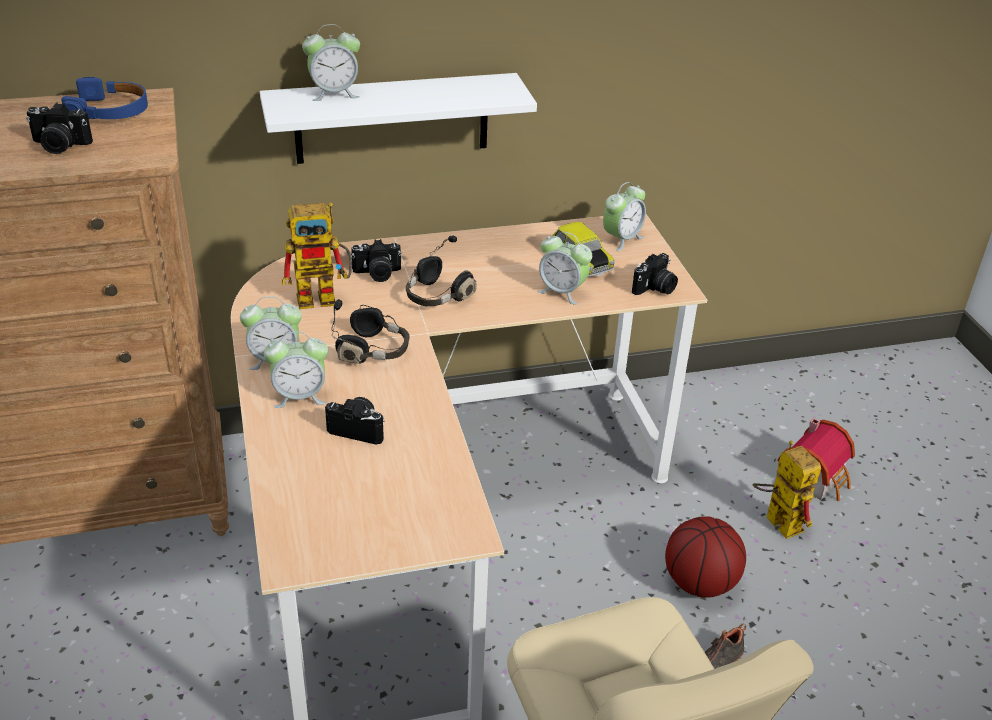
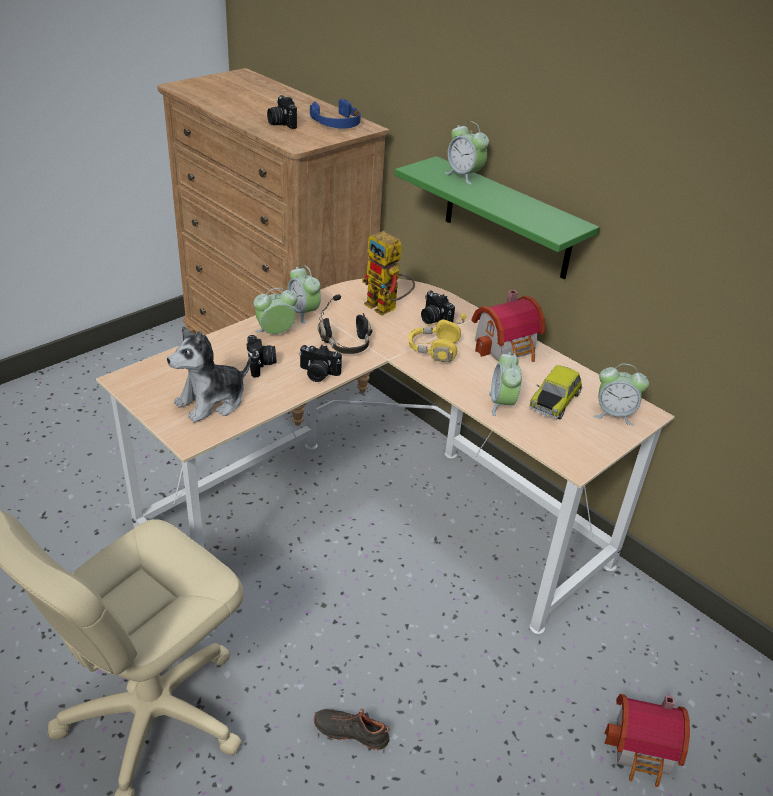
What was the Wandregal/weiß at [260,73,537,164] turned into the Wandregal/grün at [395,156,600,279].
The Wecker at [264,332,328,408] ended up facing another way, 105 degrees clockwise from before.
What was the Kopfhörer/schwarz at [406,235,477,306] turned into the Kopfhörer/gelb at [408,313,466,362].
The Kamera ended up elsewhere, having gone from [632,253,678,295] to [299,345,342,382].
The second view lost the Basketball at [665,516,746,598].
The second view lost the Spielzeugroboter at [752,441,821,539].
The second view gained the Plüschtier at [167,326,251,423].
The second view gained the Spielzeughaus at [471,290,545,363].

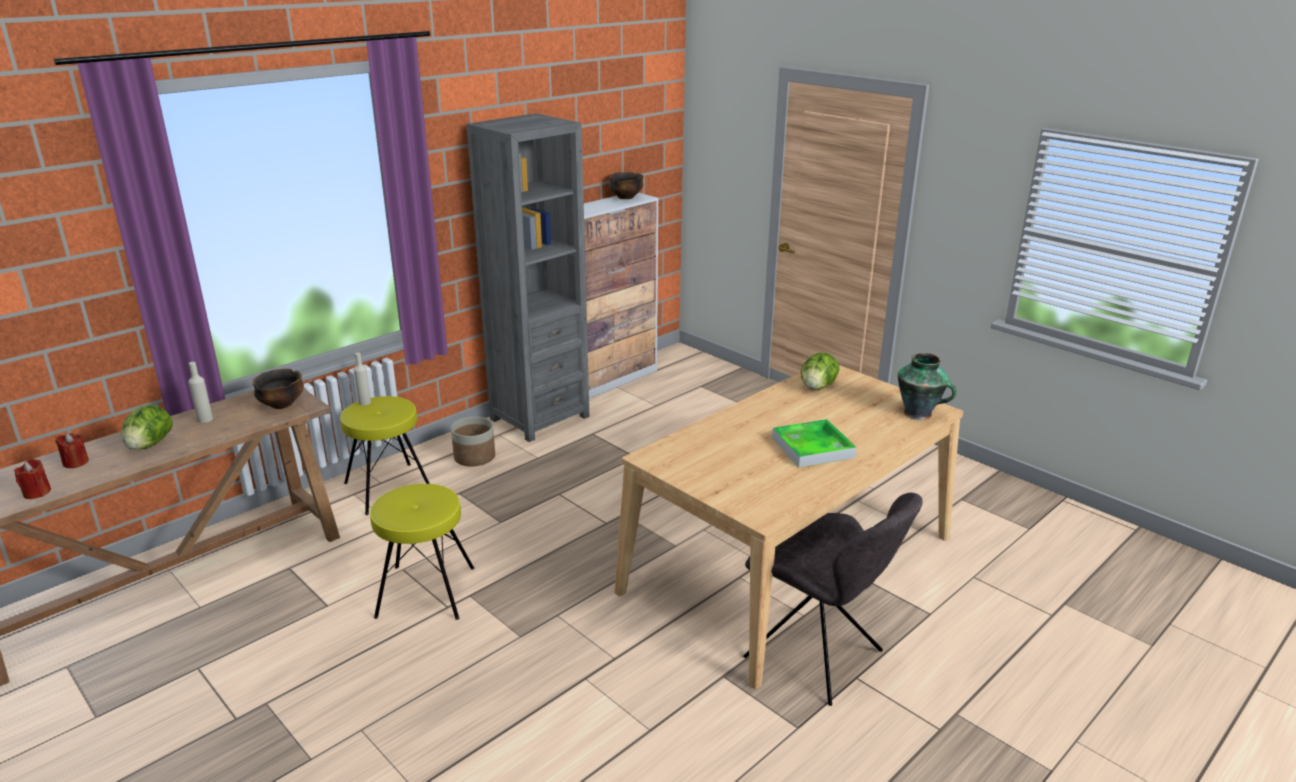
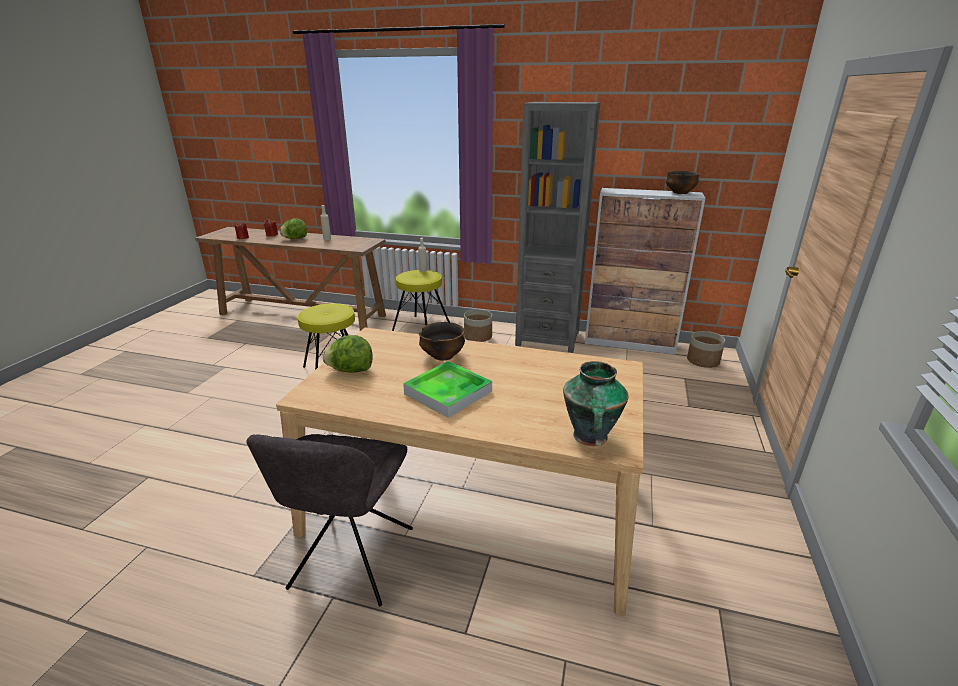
The Schüssel ended up elsewhere, having gone from [253,369,304,409] to [419,322,465,361].
The Salatkopf ended up elsewhere, having gone from [801,353,840,390] to [323,335,373,373].
The second view gained the Pflanzkübel at [687,331,725,368].

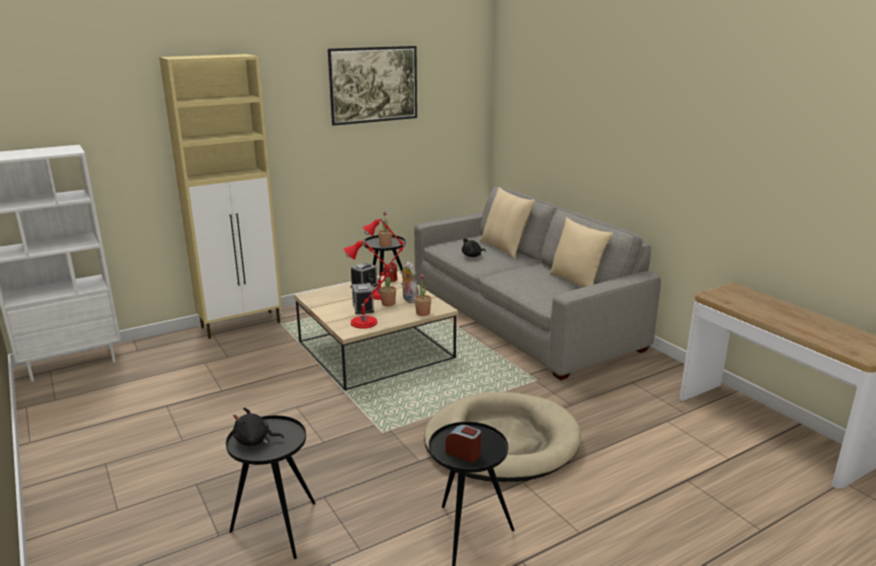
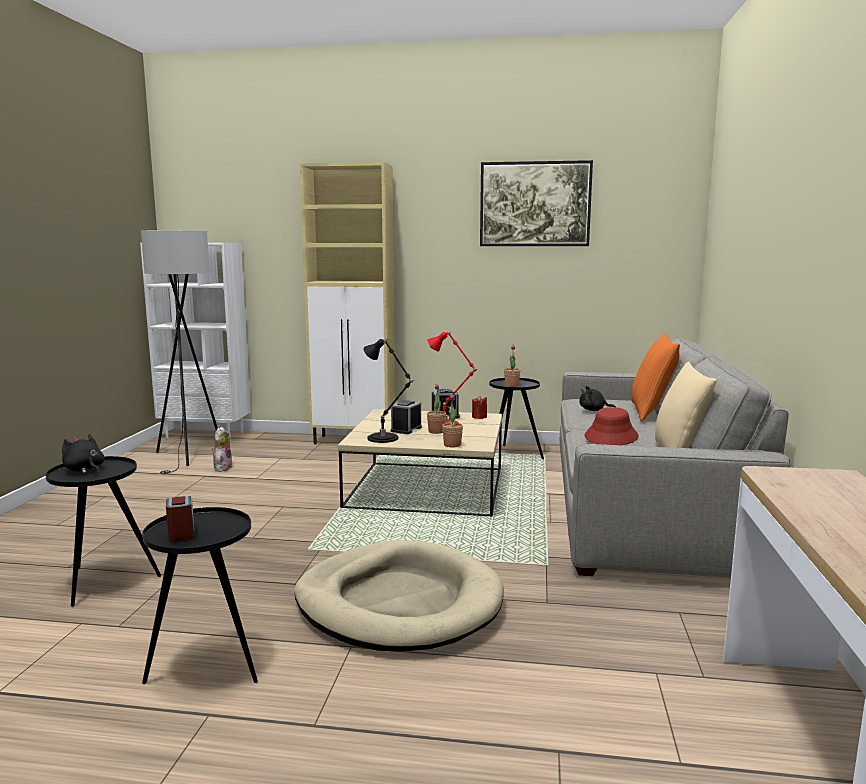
What was the Tischlampe/rot at [343,240,393,329] turned into the Tischlampe/schwarz at [364,339,415,443].
The Plüschtier ended up elsewhere, having gone from [401,261,419,303] to [212,426,232,472].
What was the Kissen/beige at [480,187,535,258] turned into the Kissen/orange at [631,333,680,421].
The second view gained the Stehlampe/grau at [141,230,218,474].
The second view gained the Hut/rot at [585,407,639,445].

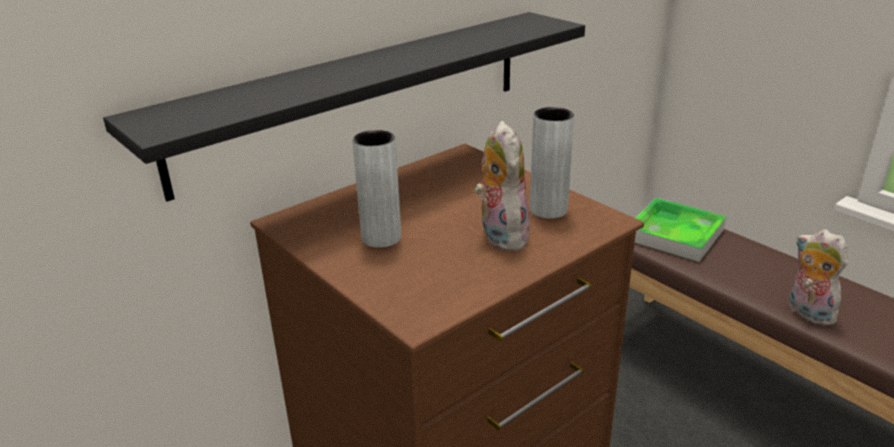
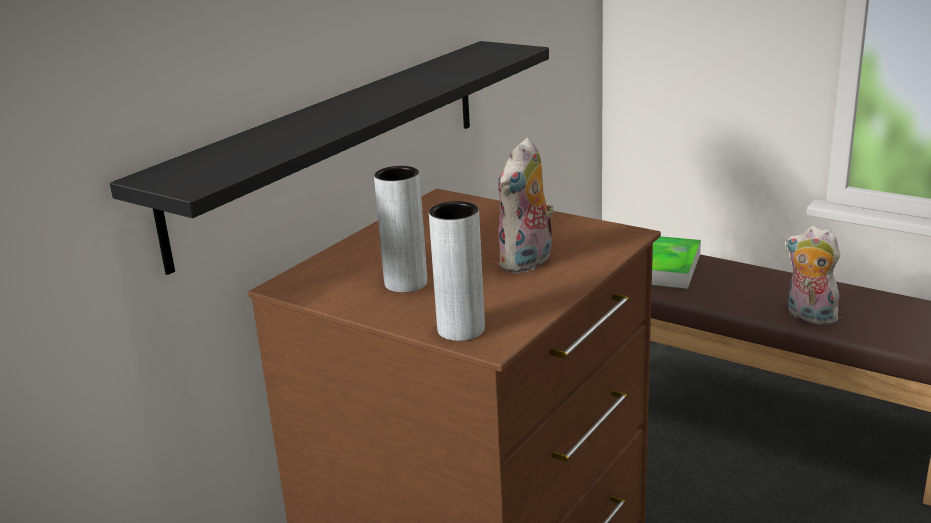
The Plüschtier at [475,121,530,251] ended up facing another way, 120 degrees counterclockwise from before.
The Vase/grau ended up elsewhere, having gone from [530,107,574,219] to [429,201,485,341].

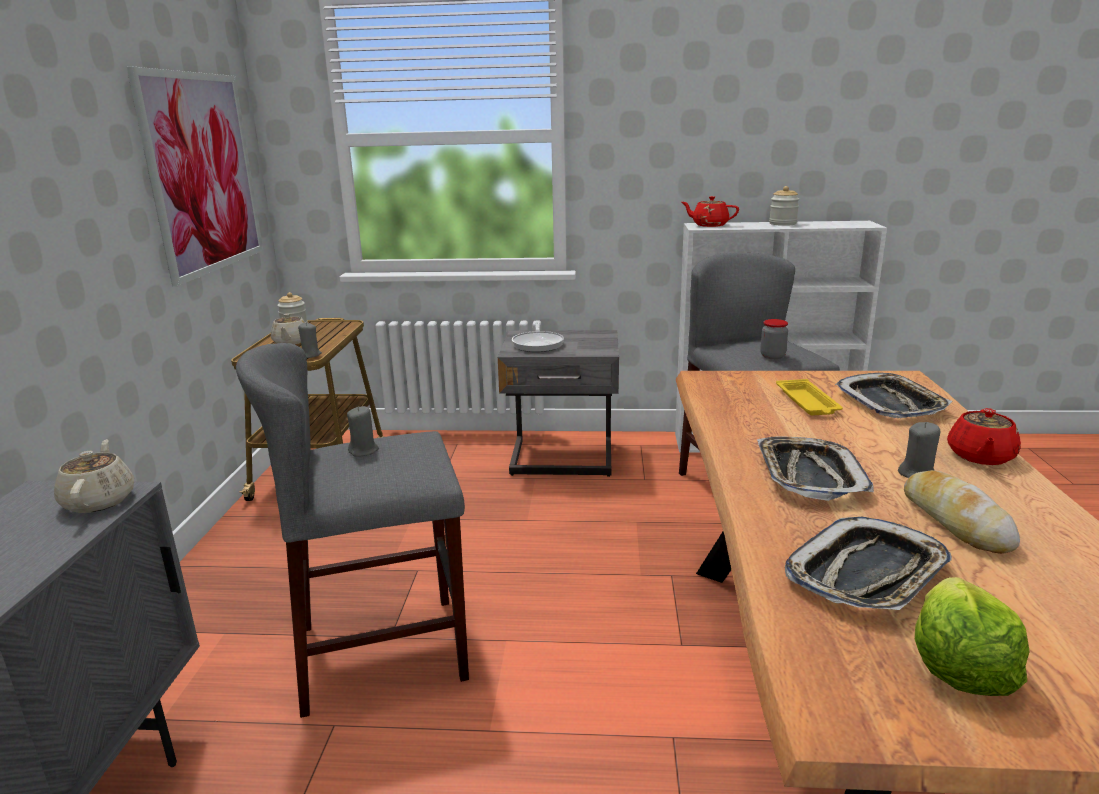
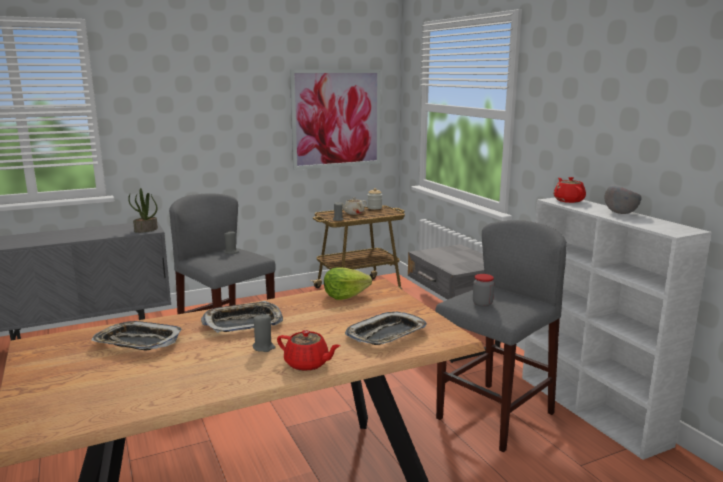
Where the Teekanne/beige stood at [54,439,134,513], the Topfpflanze came to stand at [128,188,158,233].
The second view lost the Pfanne at [512,322,564,352].
Where the Vorratsglas stood at [769,186,799,226], the Schüssel/grau came to stand at [604,185,641,214].
The second view lost the Tablett/gelb at [776,379,843,415].
The second view lost the Brot at [904,470,1020,554].
The Salatkopf ended up elsewhere, having gone from [915,577,1030,696] to [324,267,372,300].
The Teekanne/rot at [947,408,1021,465] ended up facing another way, 150 degrees counterclockwise from before.

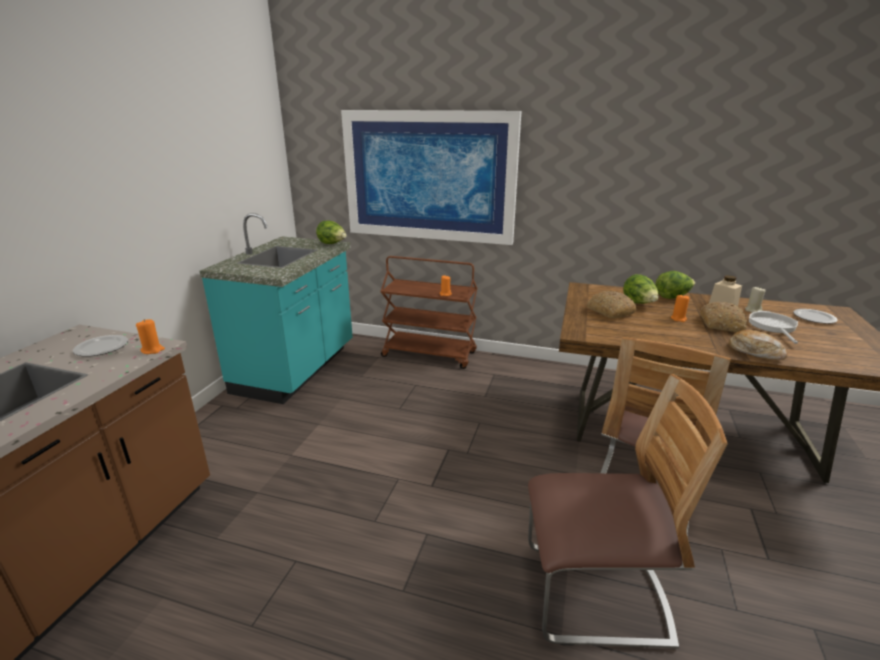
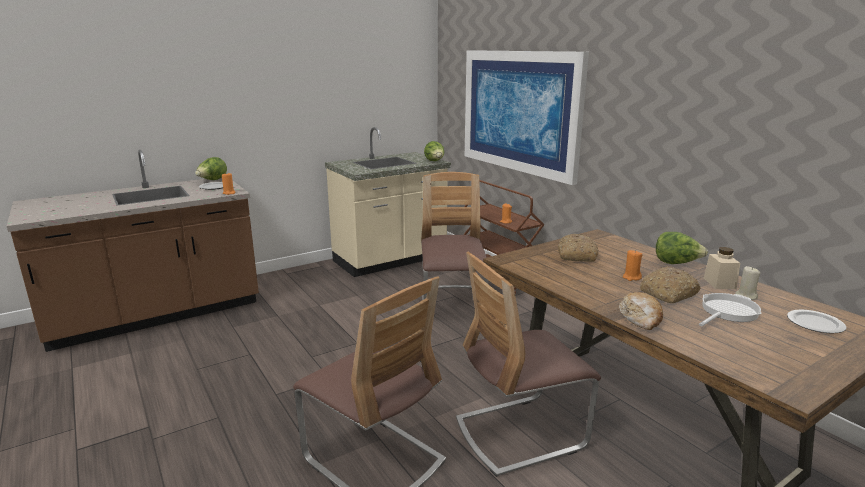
What was the Küchenzeile/türkis at [199,213,353,404] turned into the Küchenzeile/beige at [325,127,451,277].
The Salatkopf ended up elsewhere, having gone from [623,274,658,304] to [195,157,227,180].
The second view gained the Stuhl at [421,172,488,300].

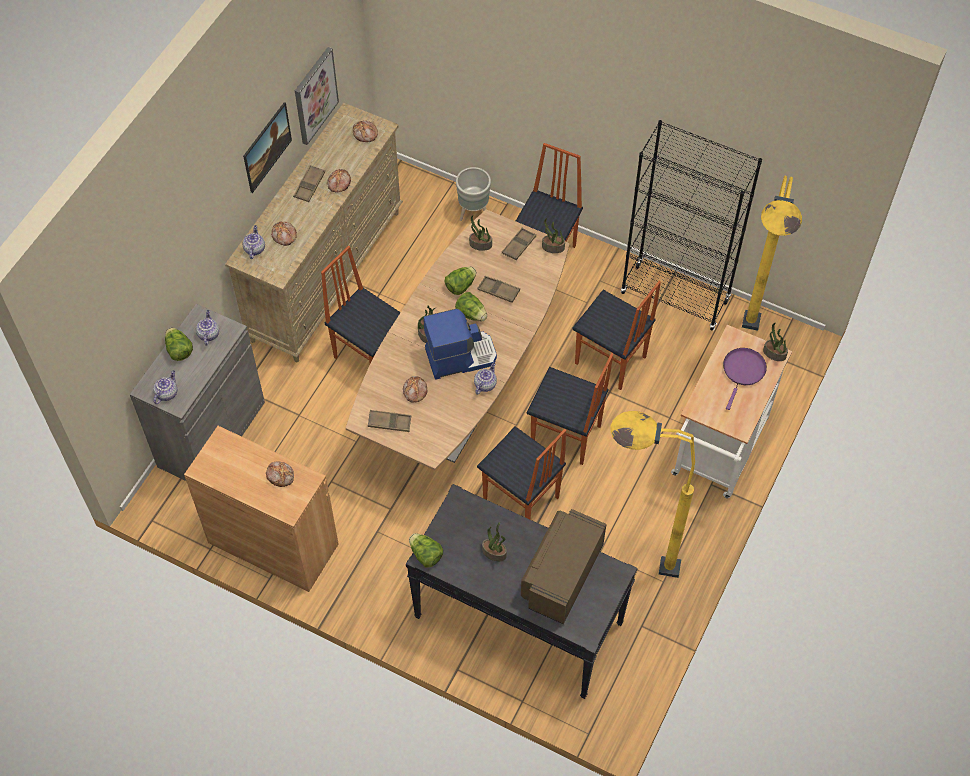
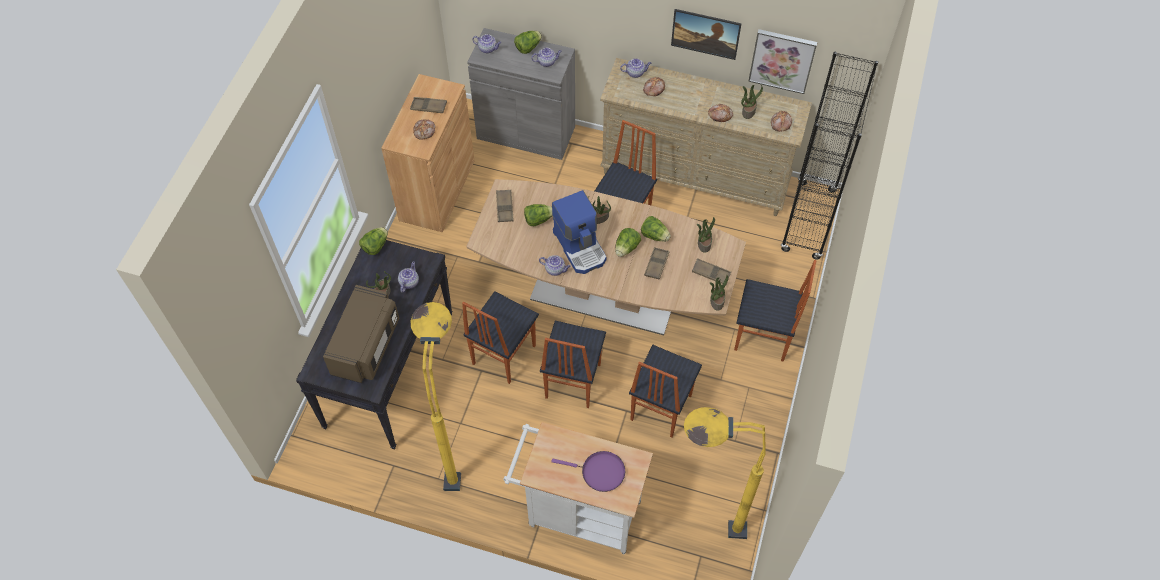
The Tablett/braun ended up elsewhere, having gone from [293,165,325,202] to [410,97,447,113].
Where the Brot stood at [403,376,427,403], the Salatkopf came to stand at [524,204,552,226].
The second view lost the Pflanzkübel/grau at [456,167,491,221].
The Mikrowelle/braun at [521,509,607,624] ended up facing another way, 90 degrees clockwise from before.
The Bücherregal/schwarz ended up elsewhere, having gone from [621,120,762,331] to [781,52,878,260].
The Topfpflanze ended up elsewhere, having gone from [763,323,788,361] to [741,85,763,119].
The second view gained the Teekanne at [398,261,419,292].

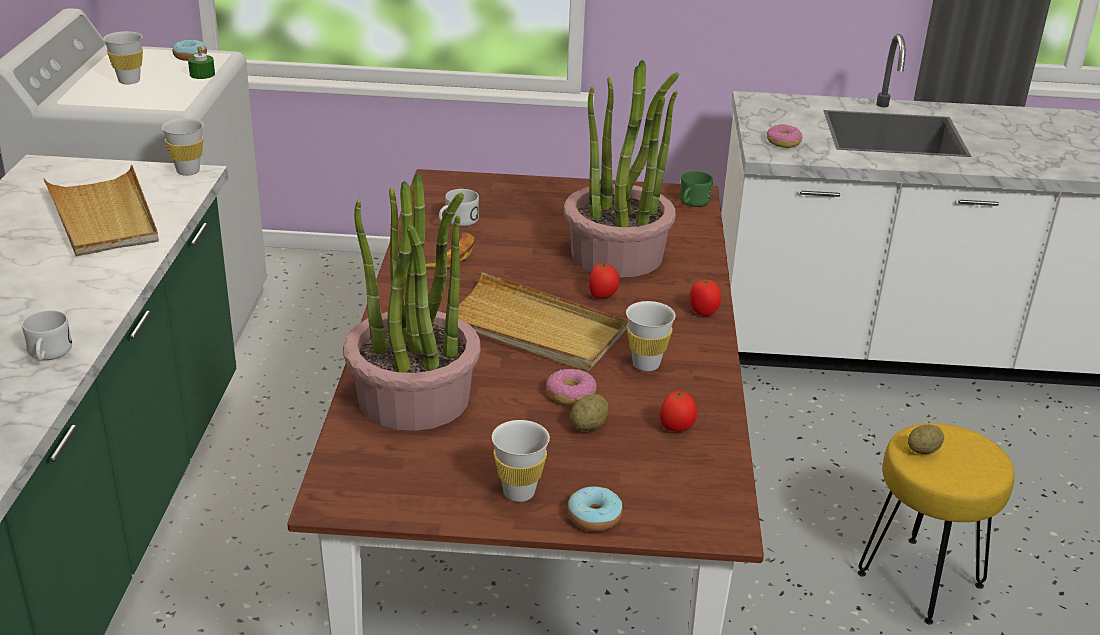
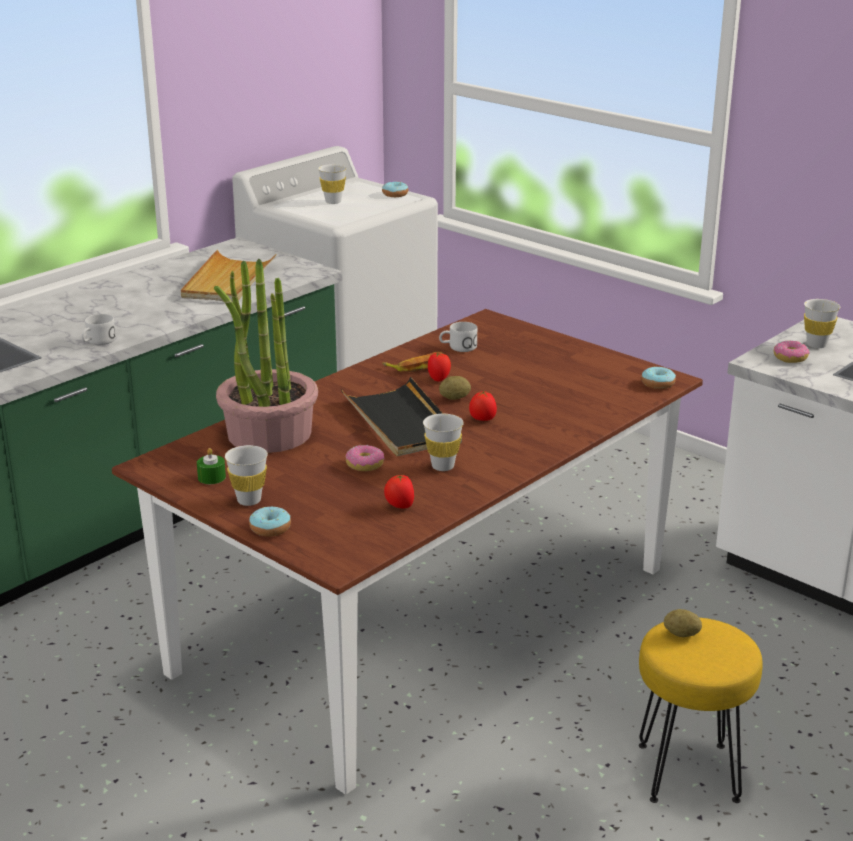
The Tasse/weiß ended up elsewhere, having gone from [162,118,204,176] to [804,299,840,348].
The Kerze/grün ended up elsewhere, having gone from [188,46,215,79] to [197,448,226,484].
What was the Tablett/beige at [458,272,628,371] turned into the Tablett/schwarz at [341,377,462,456].
The second view lost the Topfpflanze at [564,60,679,278].
The Kartoffel ended up elsewhere, having gone from [571,394,609,431] to [439,376,471,400].
Where the Henkelbecher/grün stood at [679,171,713,207], the Donut came to stand at [641,366,676,389].
The Tomate ended up elsewhere, having gone from [690,280,721,316] to [428,352,451,382].

